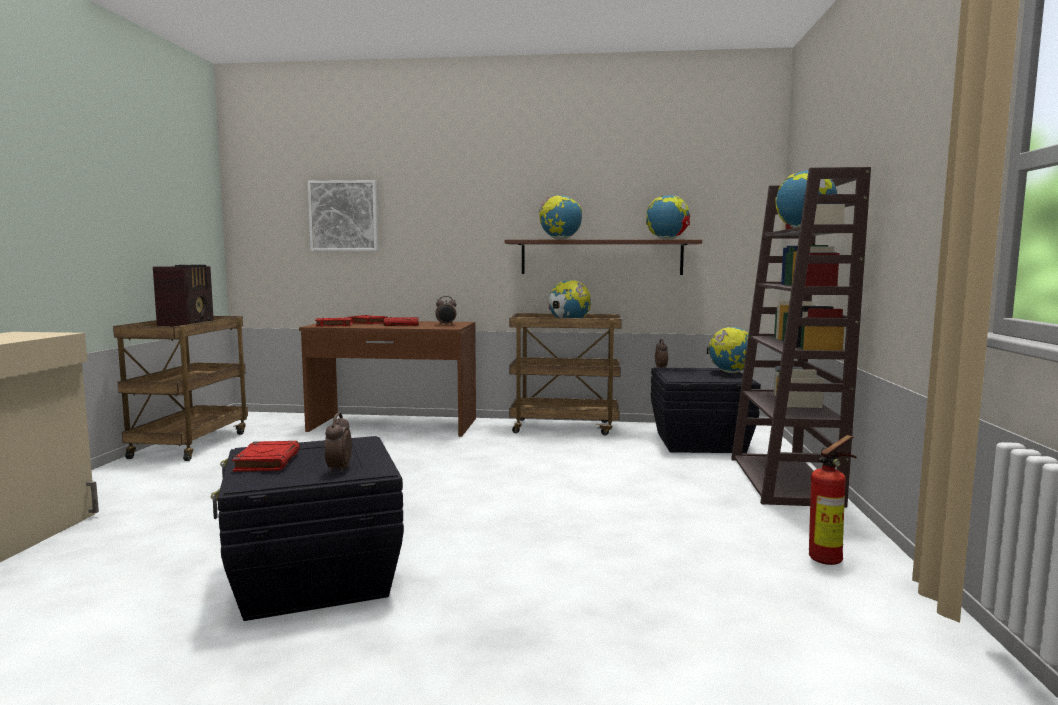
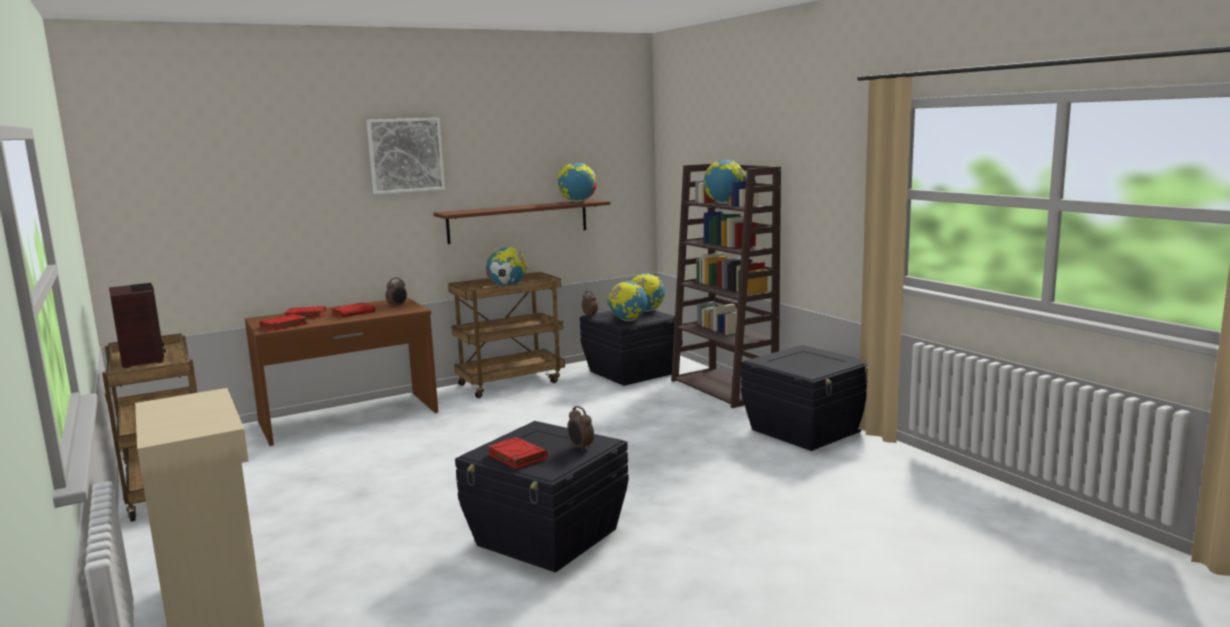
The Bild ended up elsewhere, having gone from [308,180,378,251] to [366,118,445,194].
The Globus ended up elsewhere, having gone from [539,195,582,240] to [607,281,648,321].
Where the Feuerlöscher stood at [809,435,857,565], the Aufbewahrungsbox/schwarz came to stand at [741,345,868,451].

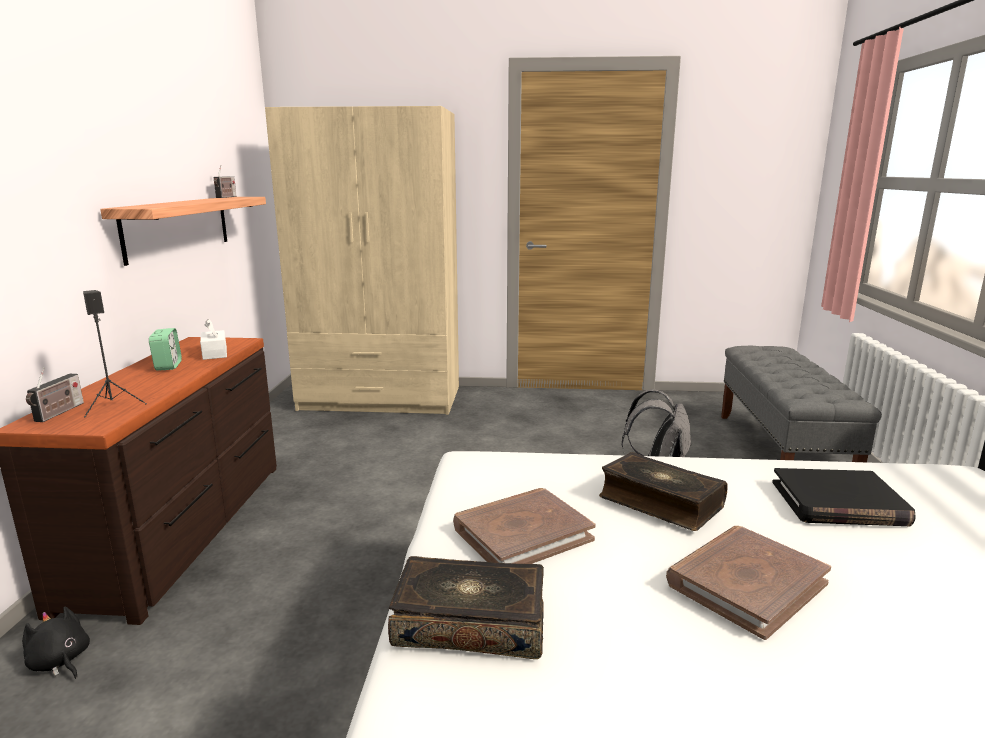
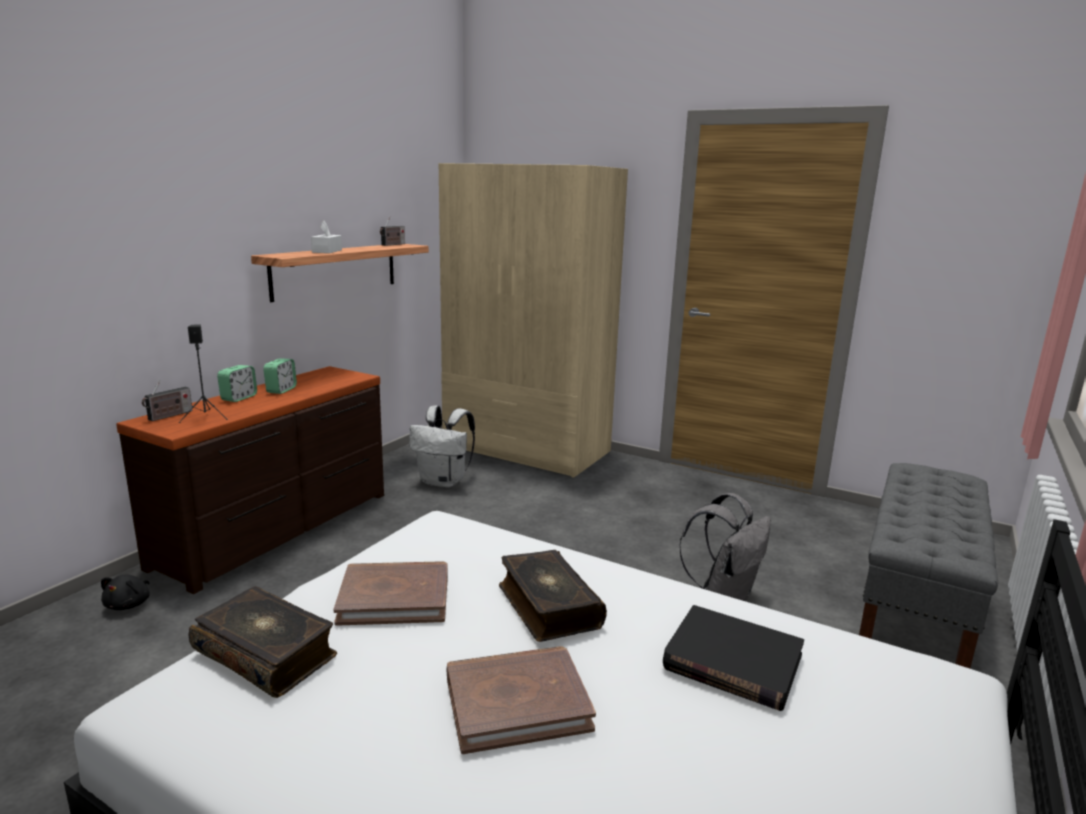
The Plüschtier/schwarz at [22,607,90,679] ended up facing another way, 150 degrees counterclockwise from before.
The Taschentuchbox/weiß ended up elsewhere, having gone from [200,319,227,360] to [311,221,342,253].
The second view gained the Wecker at [217,365,257,402].
The second view gained the Rucksack/weiß at [409,405,475,488].

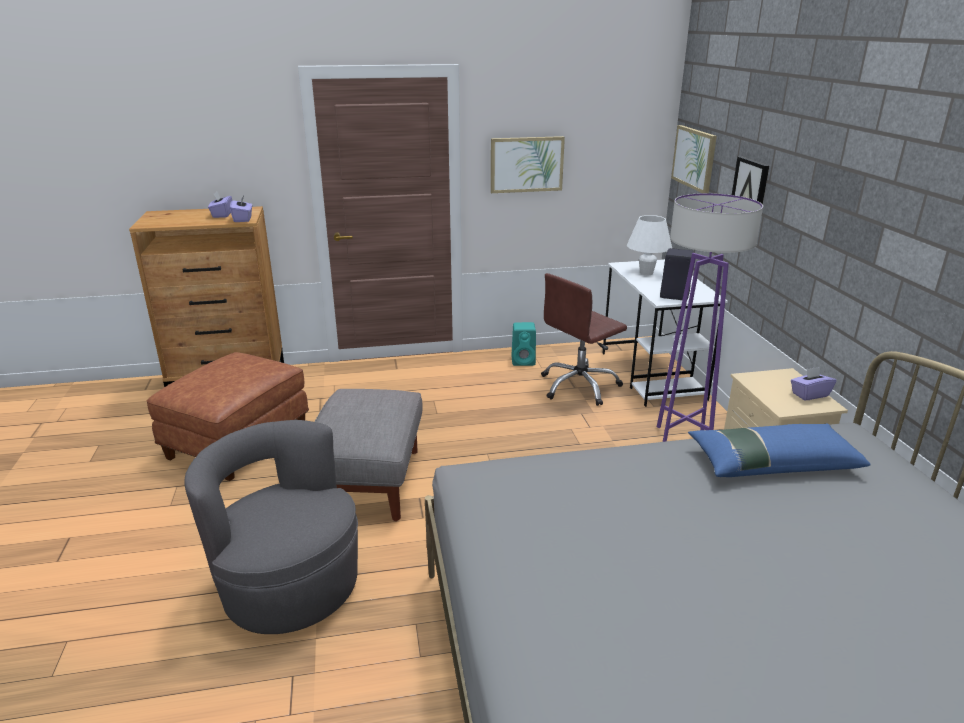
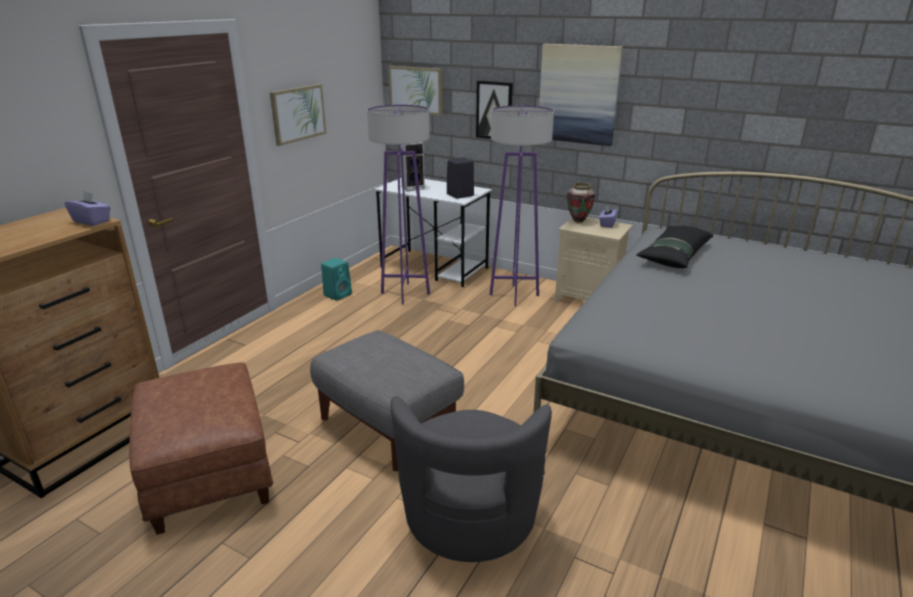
The Sessel/grau at [184,420,358,634] ended up facing another way, 75 degrees counterclockwise from before.
The second view lost the Taschentuchbox/lila at [208,191,232,218].
Where the Bürostuhl/braun stood at [541,273,627,406], the Stehlampe/lila came to stand at [367,105,430,305].
Where the Tischlampe/weiß stood at [627,215,672,275], the Lautsprecher came to stand at [400,142,425,191].
What was the Kissen/blau at [688,424,871,477] turned into the Kissen/schwarz at [637,226,713,268].
The second view gained the Bild at [539,43,623,146].
The second view gained the Vase at [567,182,595,223].

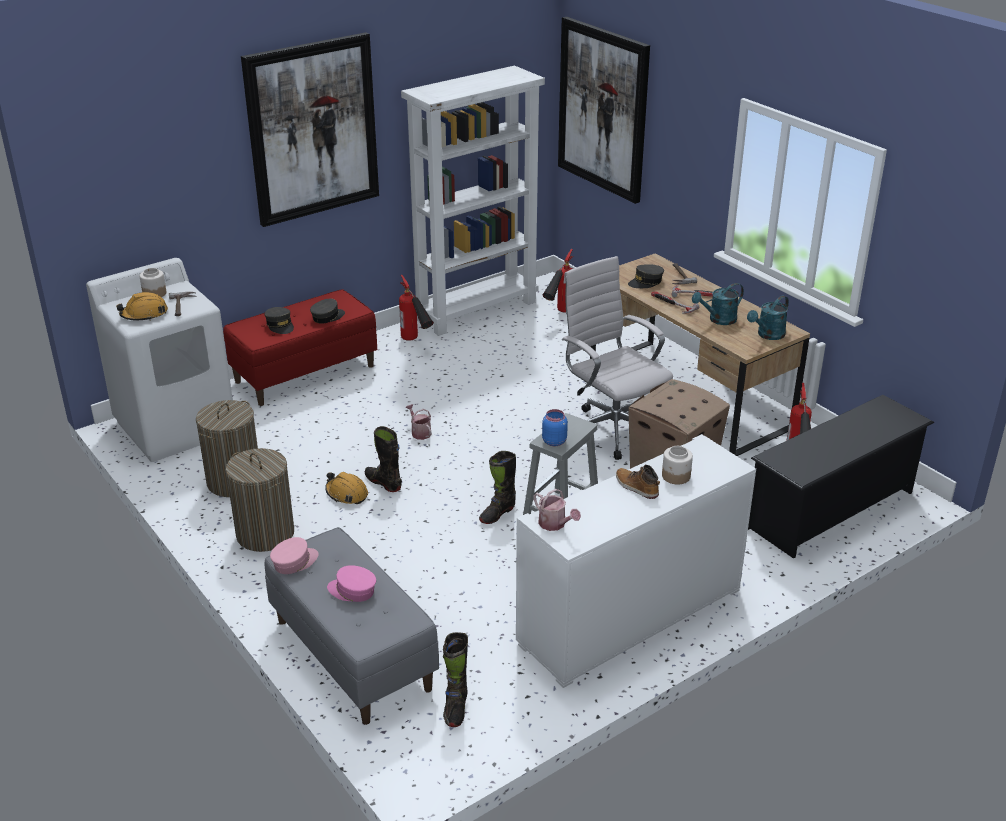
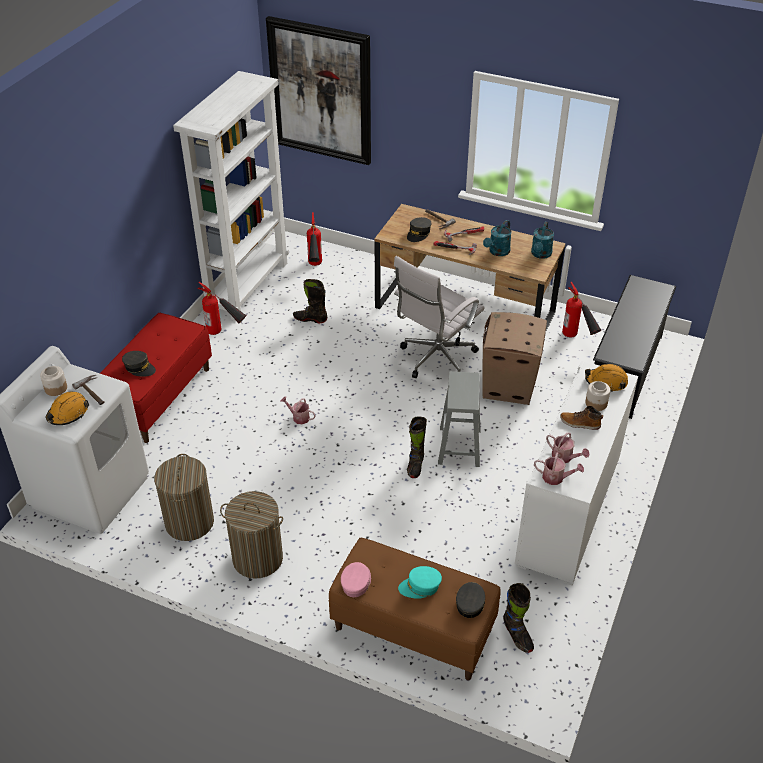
The second view lost the Bild at [241,32,379,227].
What was the Bank/grau at [265,527,439,725] turned into the Bank/braun at [329,538,501,680].
The Kappe/grau ended up elsewhere, having gone from [310,299,345,324] to [456,582,485,618].
The Schutzhelm/orange ended up elsewhere, having gone from [325,472,368,504] to [585,364,628,392].
What was the Kappe/rosa at [327,565,376,602] turned into the Kappe/türkis at [398,566,442,599].
The Stiefel/schwarz ended up elsewhere, having gone from [365,426,402,492] to [293,279,327,323].
The second view lost the Vorratsglas/blau at [542,409,568,446].
The Bürostuhl/weiß at [562,256,673,460] ended up facing another way, 75 degrees counterclockwise from before.
The second view gained the Gießkanne at [546,433,590,463].

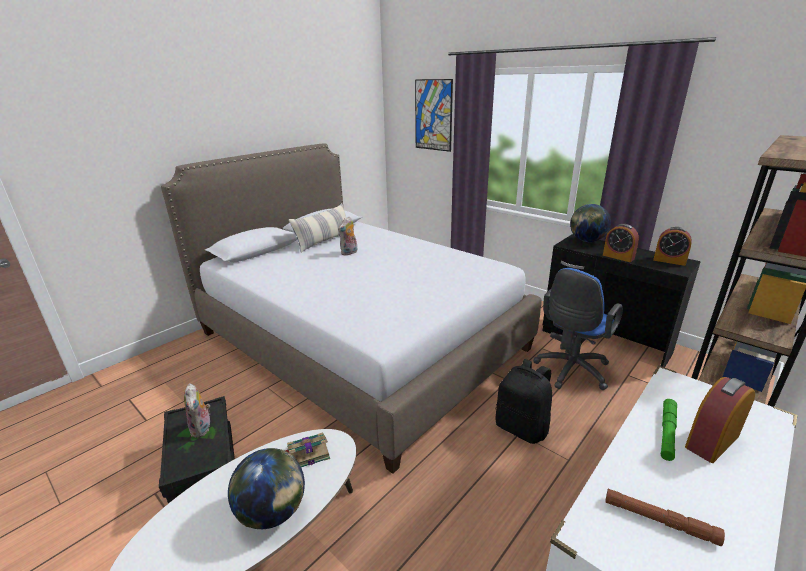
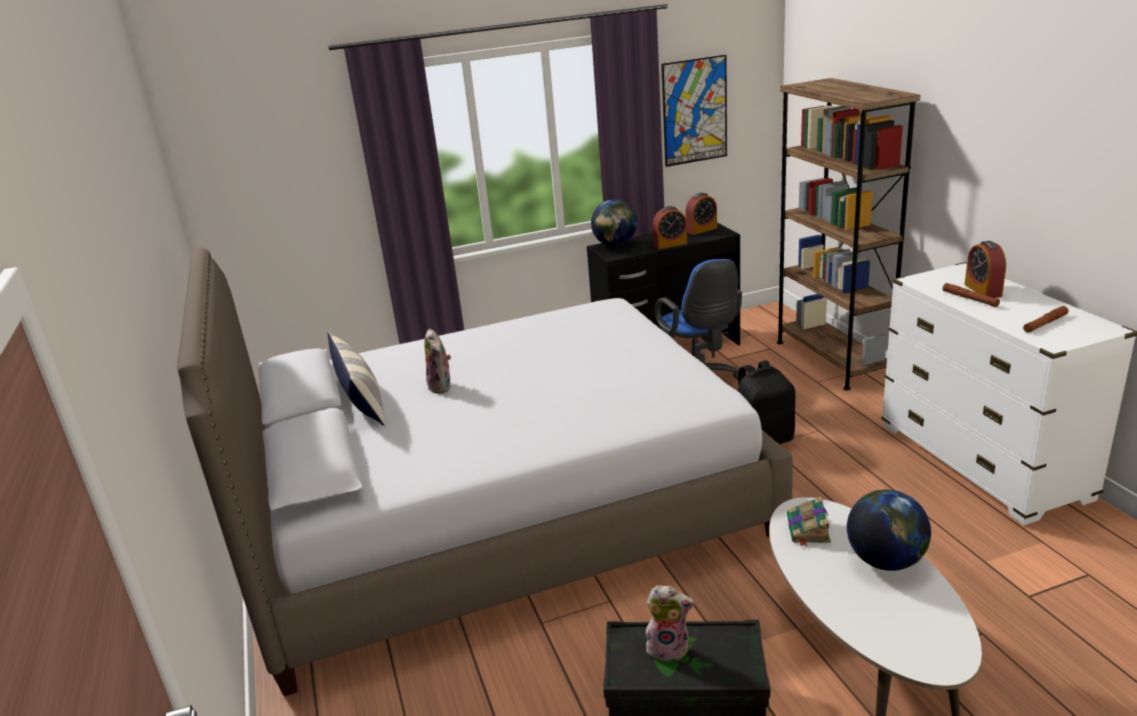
The Bild ended up elsewhere, having gone from [415,79,453,152] to [661,55,727,167].
What was the Taschenlampe/grün at [661,399,677,461] turned into the Taschenlampe/braun at [943,283,1000,307].

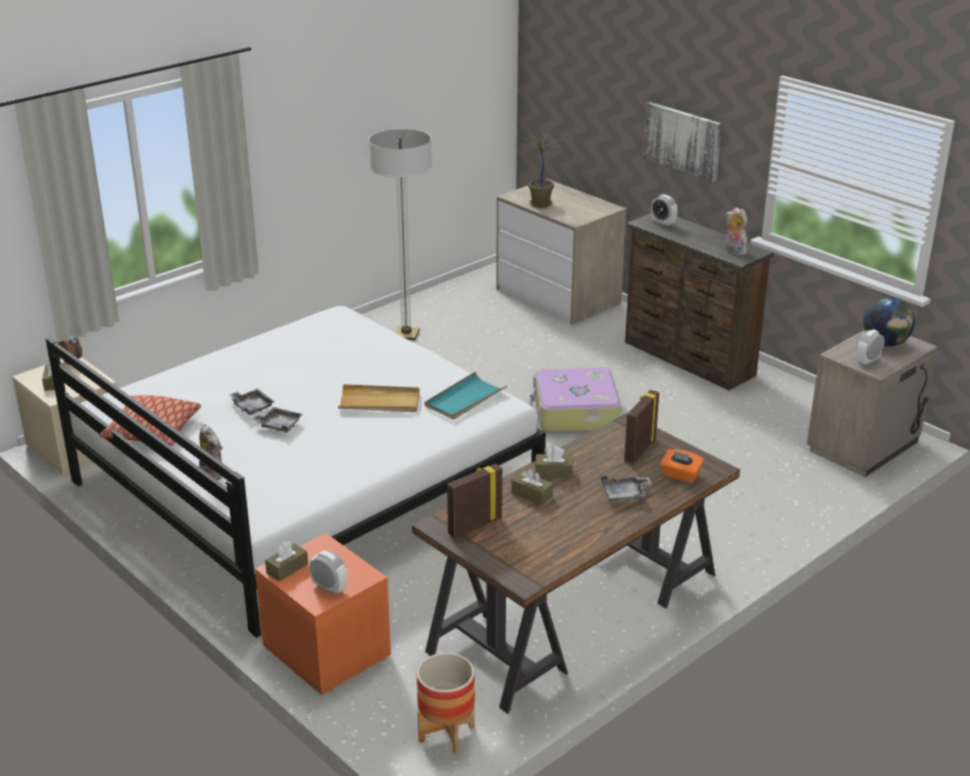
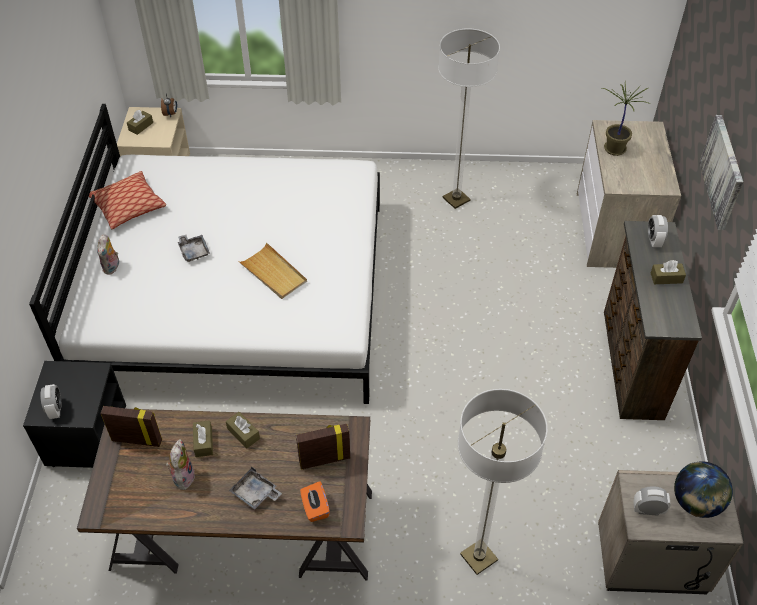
The second view lost the Tablett/grau at [229,389,274,415].
What was the Nachttisch/orange at [255,533,391,695] turned into the Nachttisch/schwarz at [23,361,126,468].
The Taschentuchbox/braun ended up elsewhere, having gone from [265,541,308,582] to [651,260,686,284].
The second view lost the Pflanzkübel at [417,653,475,754].
The second view lost the Tablett/türkis at [425,371,507,420].
The second view lost the Koffer at [529,367,621,433].
The Plüschtier ended up elsewhere, having gone from [725,207,747,255] to [166,439,195,490].
The second view gained the Stehlampe at [458,389,547,575].

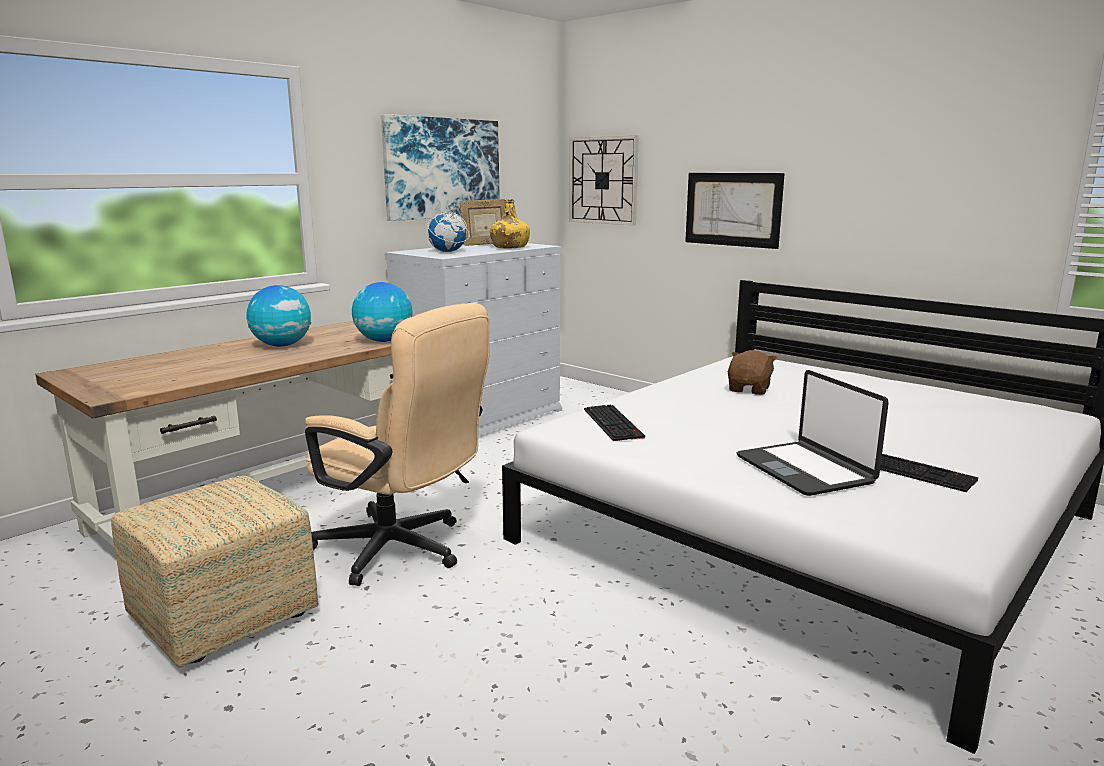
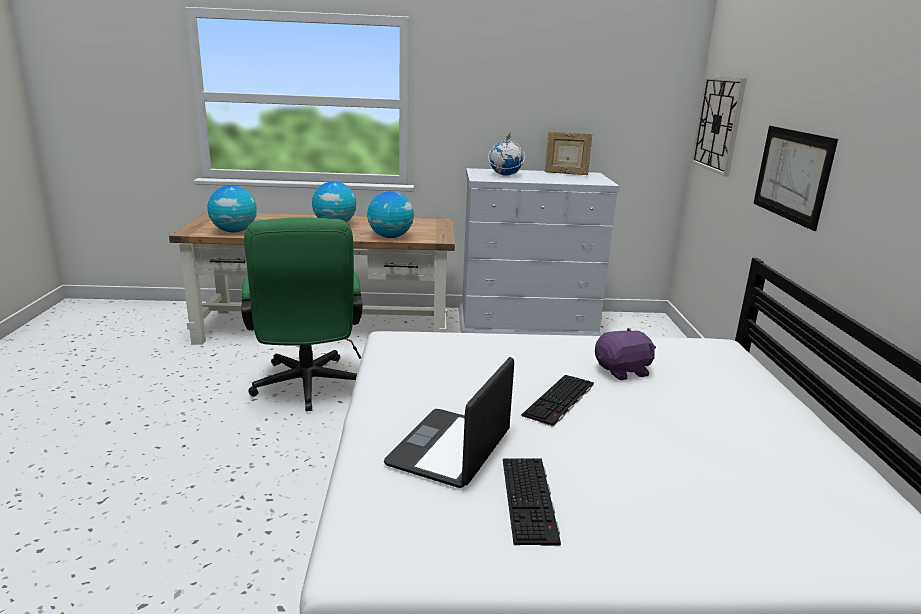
The second view lost the Polsterhocker at [111,476,318,668].
What was the Bürostuhl/beige at [305,303,490,586] turned into the Bürostuhl/grün at [241,217,362,411].
The second view lost the Bild at [381,114,500,221].
The second view lost the Flasche/gelb at [490,199,530,249].
The Tastatur ended up elsewhere, having gone from [584,405,645,441] to [521,375,594,427].
What was the Plüschtier/braun at [728,350,777,395] turned into the Plüschtier/lila at [595,328,656,380].
The second view gained the Globus at [208,185,257,232].

